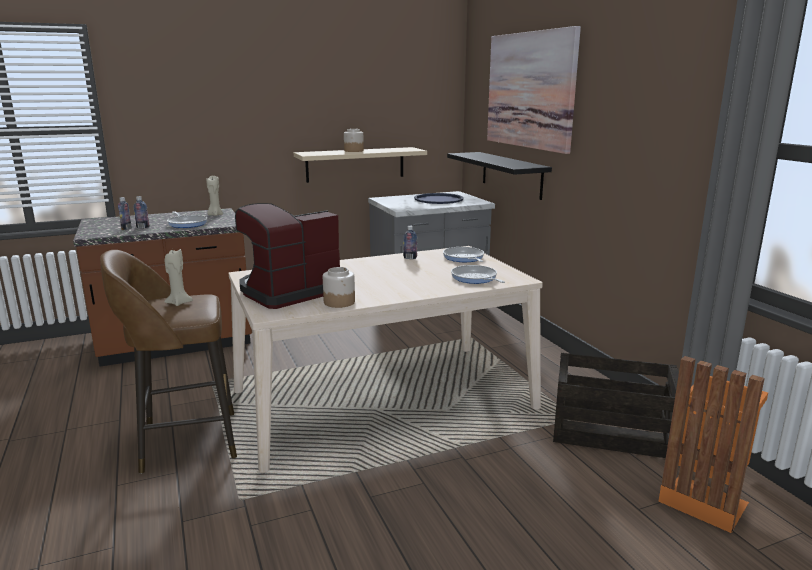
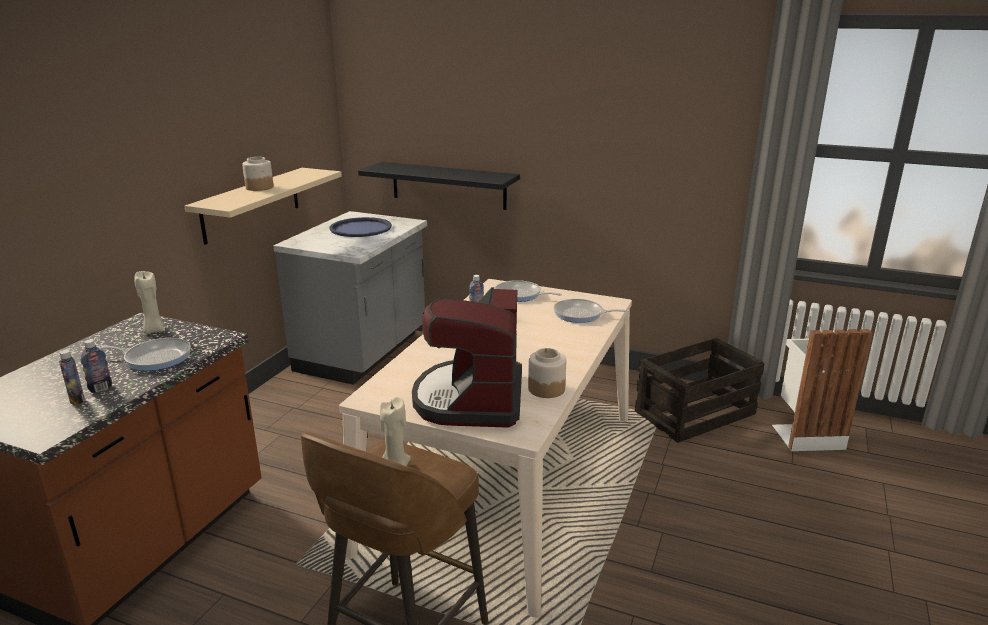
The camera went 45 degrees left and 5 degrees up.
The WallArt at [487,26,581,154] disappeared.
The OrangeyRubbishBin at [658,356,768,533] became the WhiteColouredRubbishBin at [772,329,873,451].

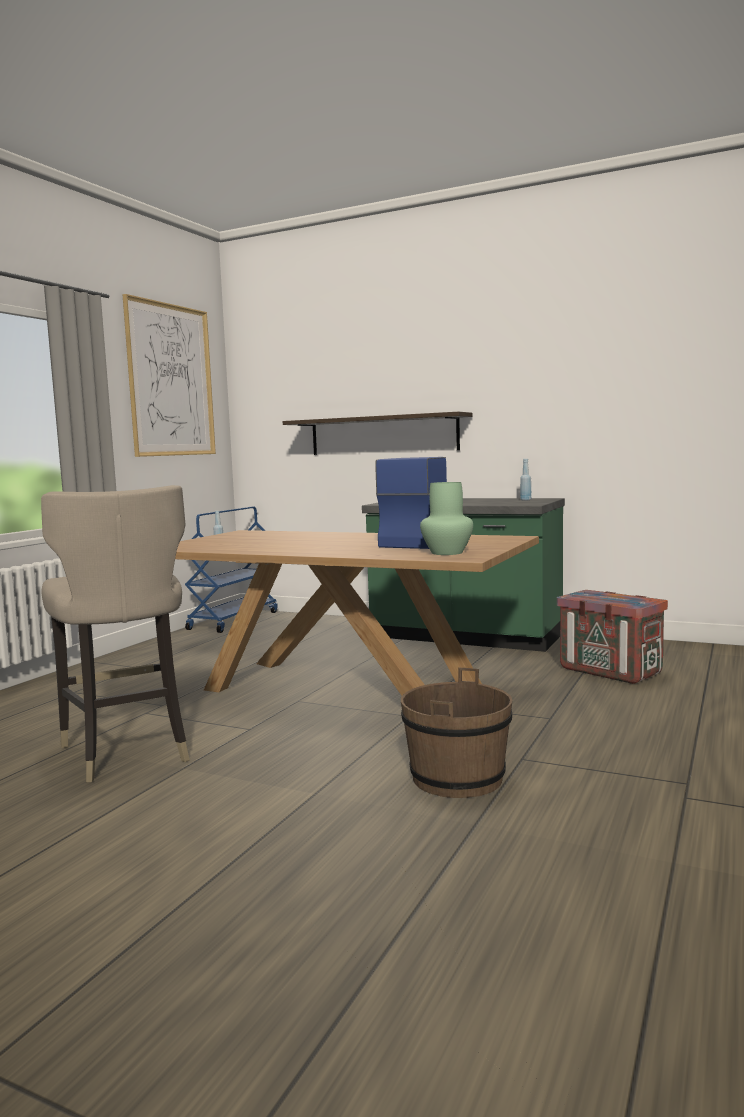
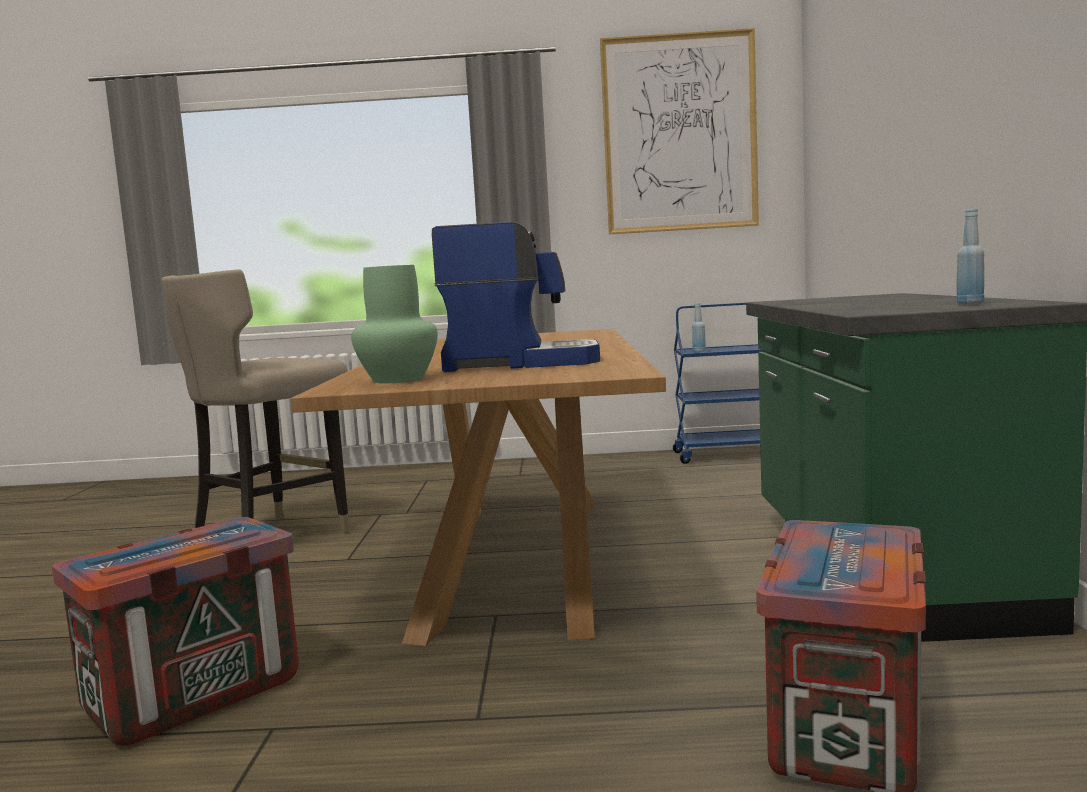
The camera went 65 degrees right and 0 degrees up.
The Shelf at [283,412,472,455] disappeared.
The BrownColouredWaterBucket at [401,668,512,798] was replaced by the Crate at [52,517,299,746].

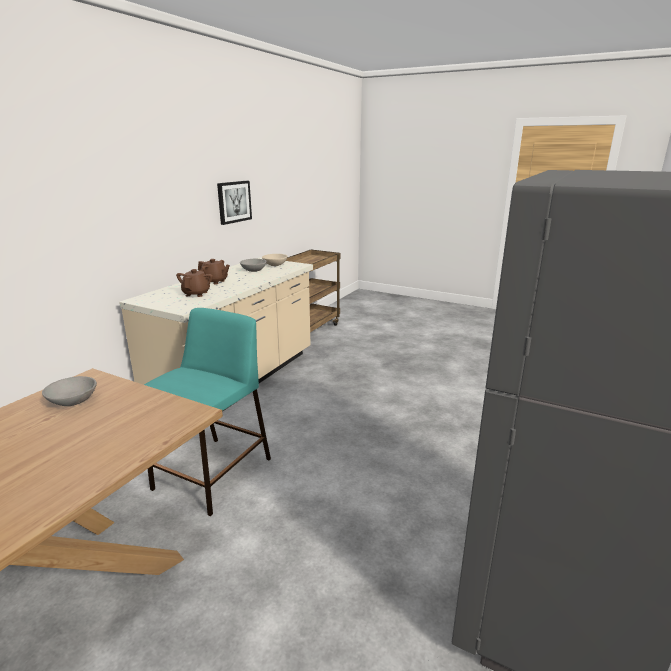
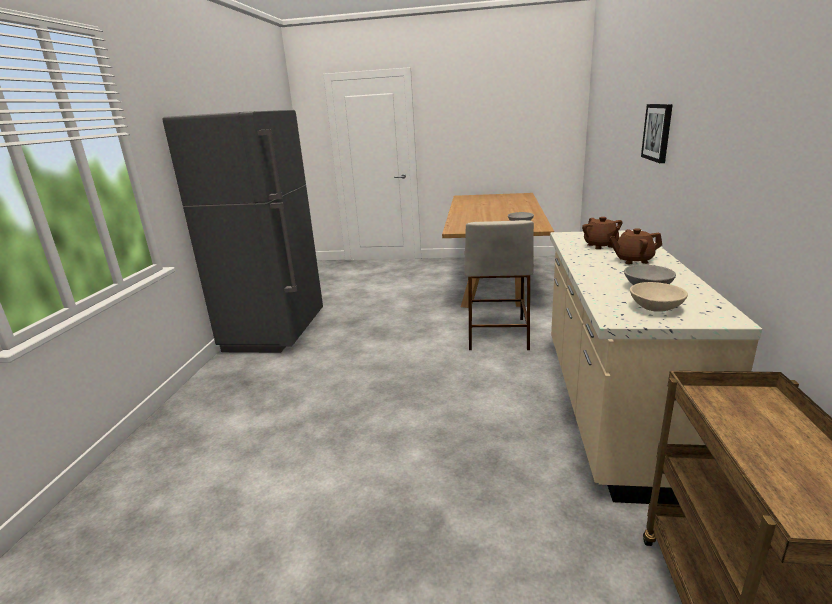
The camera went 160 degrees right and 0 degrees up.
The WallArt moved from [217,181,252,225] to [641,104,673,163].
The TurquoiseColouredStoolSeat at [144,308,271,516] became the SandColouredStoolSeat at [464,220,534,350].

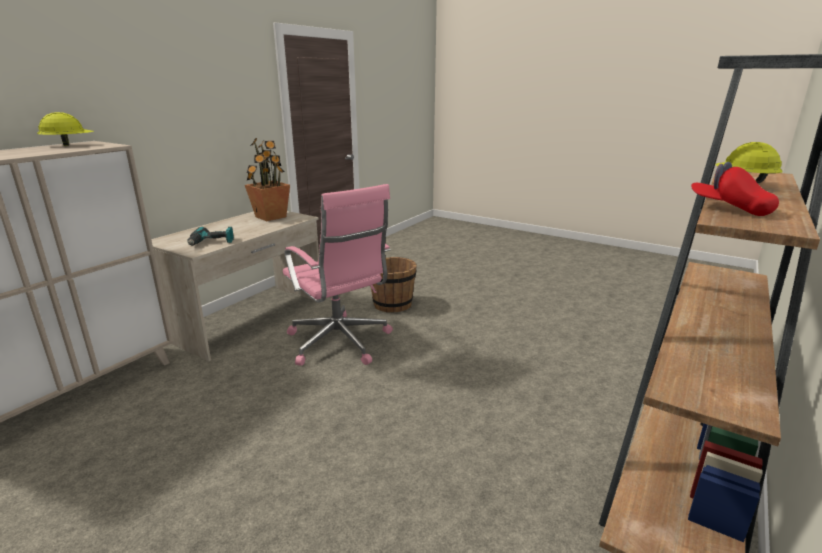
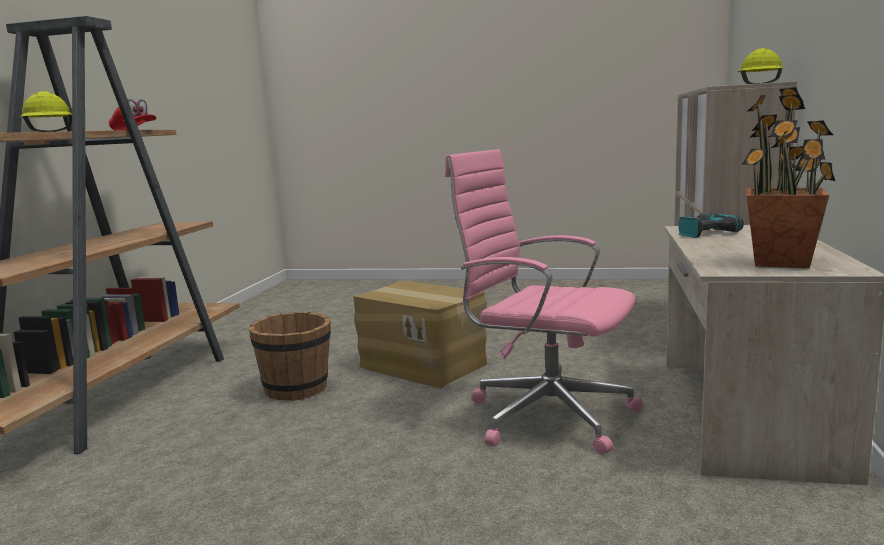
The camera went 160 degrees right and 10 degrees down.
The BrownColouredWaterBucket moved from [370,257,417,313] to [249,312,331,401].
The Carton at [353,281,487,388] appeared.

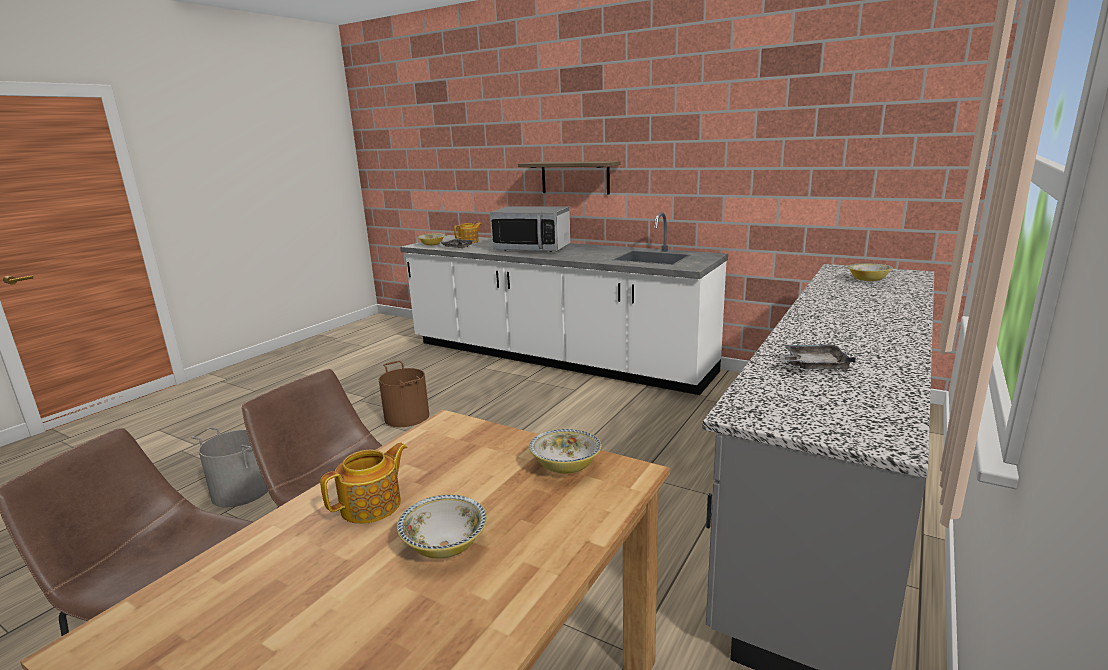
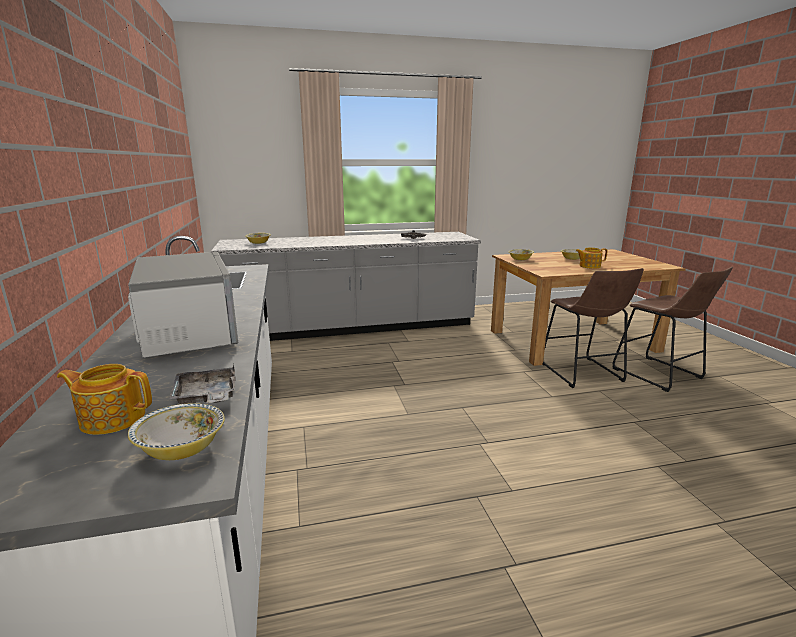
The camera went 135 degrees left and 0 degrees up.
The Shelf at [518,161,620,194] disappeared.
The BrownColouredWaterBucket at [379,361,429,427] disappeared.
The GrayWaterBucket at [191,427,268,507] disappeared.

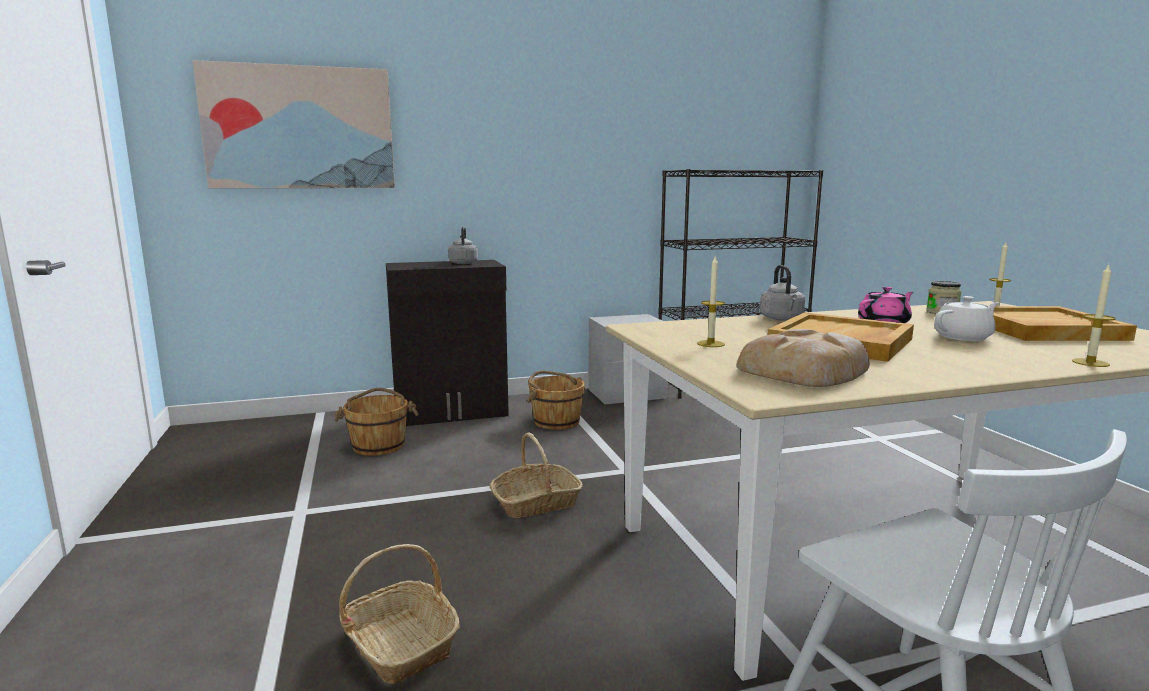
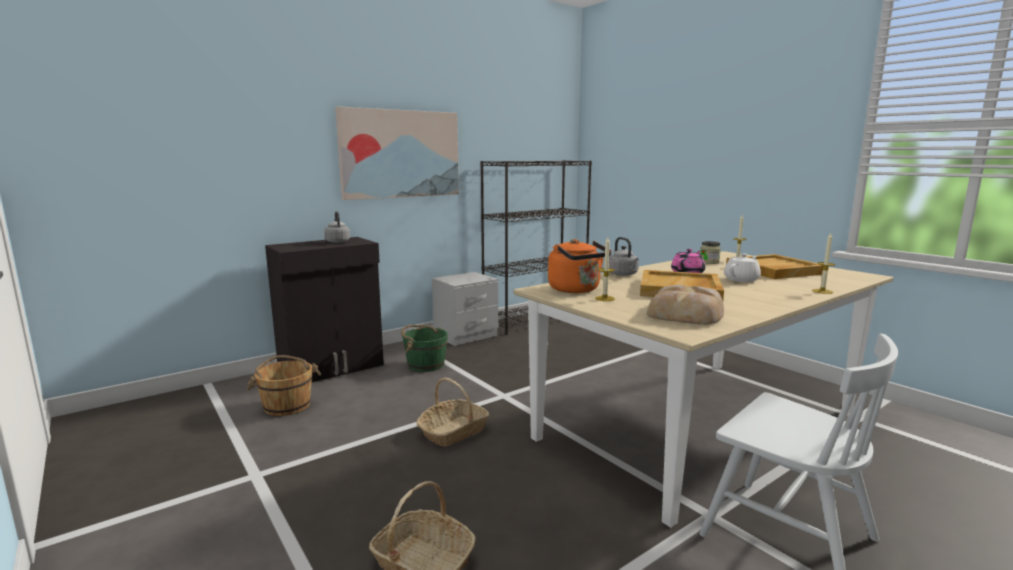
The camera went 20 degrees left and 0 degrees up.
The WallArt moved from [192,60,395,188] to [335,106,459,200].
The BrownColouredWaterBucket at [527,371,586,430] became the GreenWaterBucket at [401,325,448,372].
The OrangeyTeaKettle at [548,239,611,293] appeared.

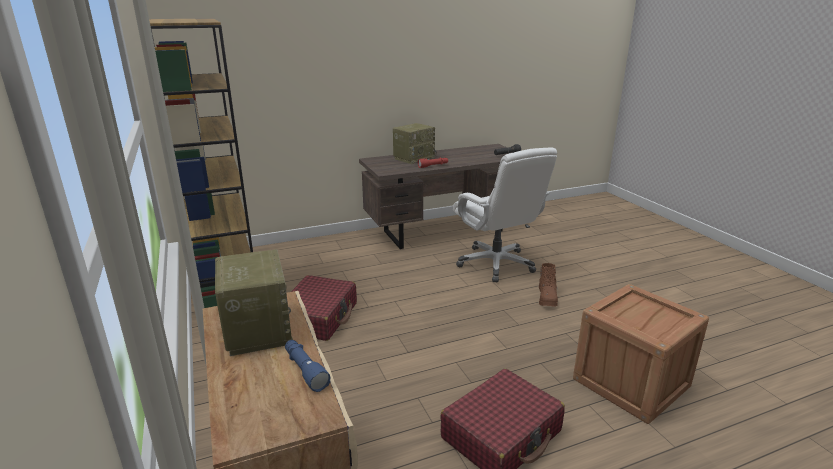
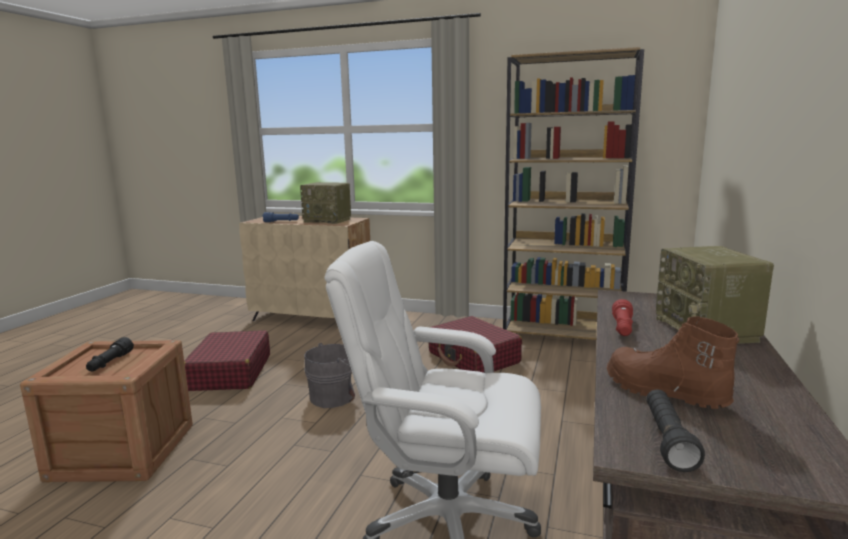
The camera went 130 degrees right and 10 degrees down.
The BrownColouredBoot moved from [539,263,558,307] to [607,316,739,409].
The BlackTorch at [86,337,134,371] appeared.
The GrayWaterBucket at [304,343,355,408] appeared.

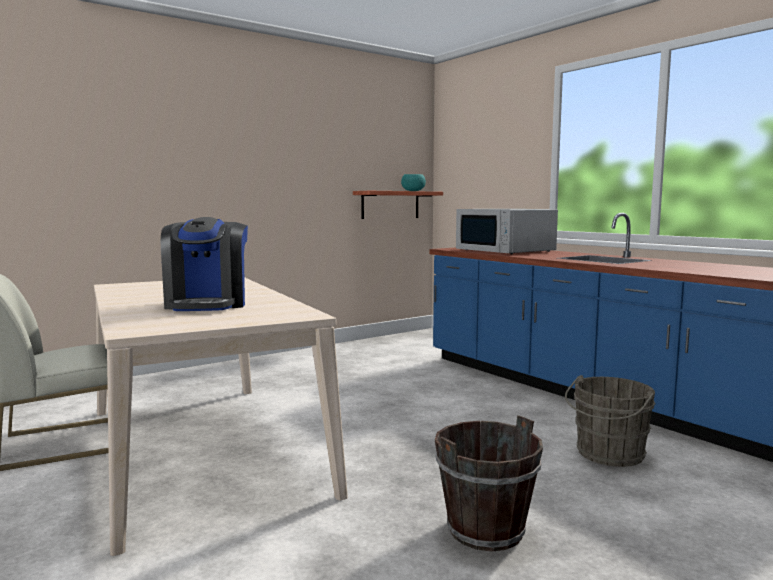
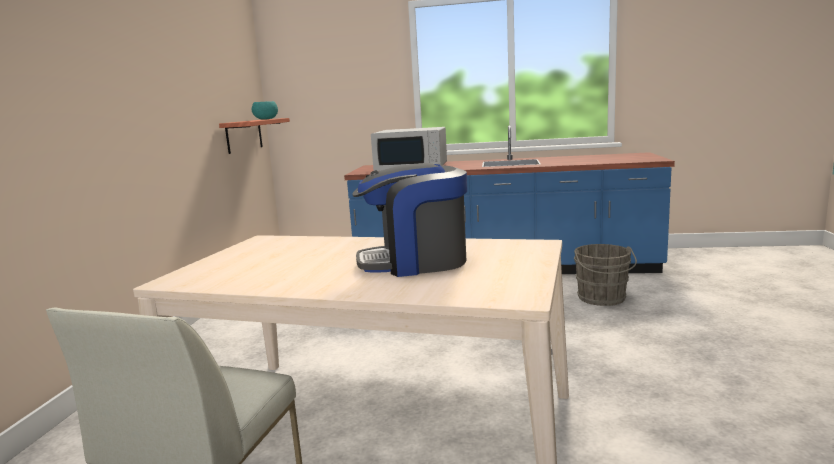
The camera went 45 degrees left and 5 degrees up.
The CoffeeMachine at [161,217,248,311] turned 135 degrees clockwise.
The BrownColouredWaterBucket at [435,415,543,551] disappeared.

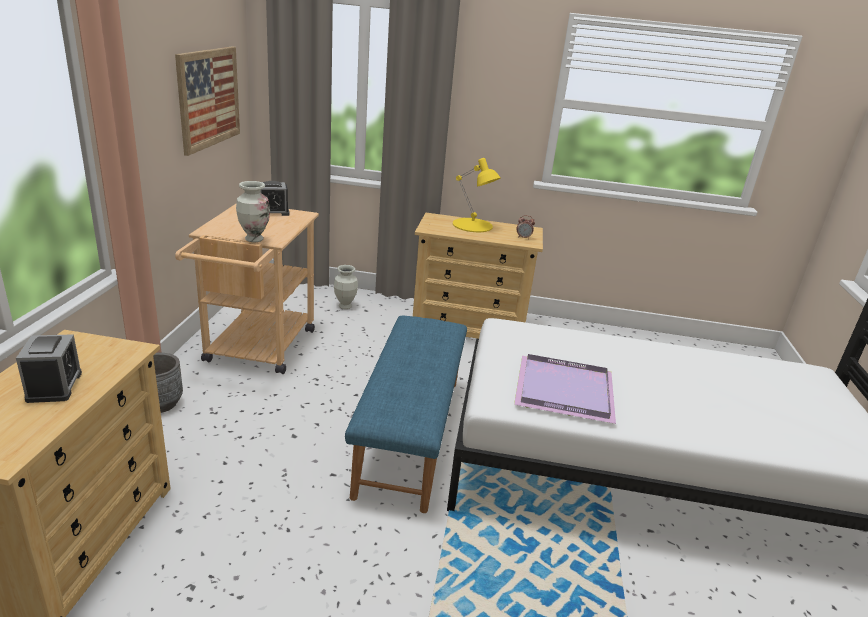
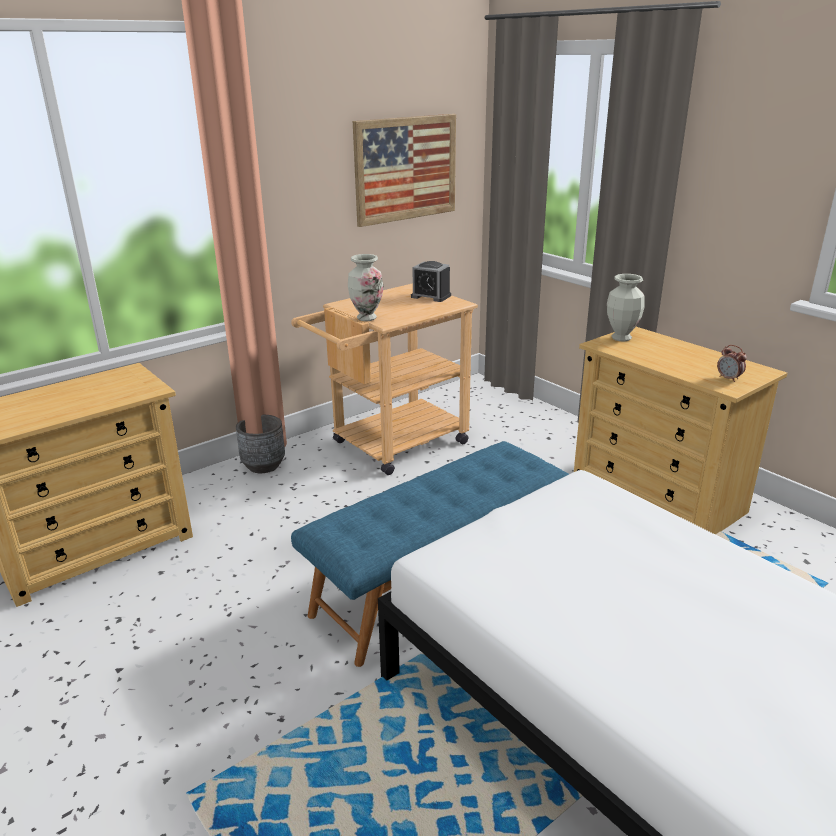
The camera went 45 degrees right and 0 degrees up.
The YellowLampForATable at [453,158,501,232] disappeared.
The Vase moved from [334,265,358,309] to [607,274,645,341].
The TableClock at [16,334,82,403] disappeared.
The PurpleServingTray at [514,354,616,424] disappeared.

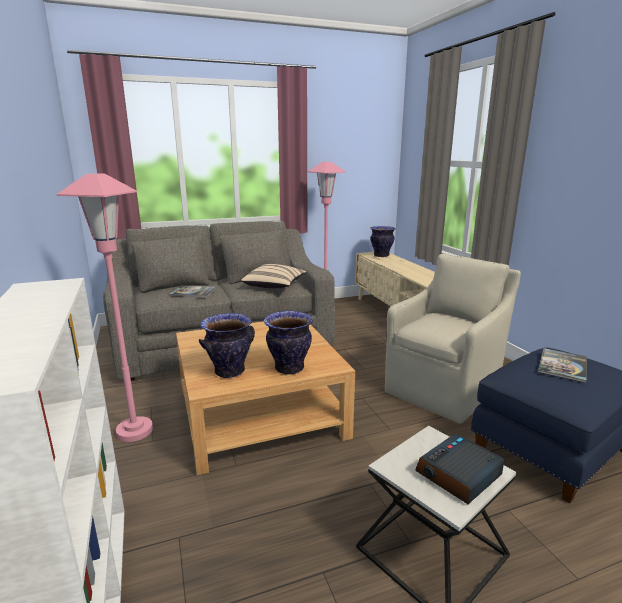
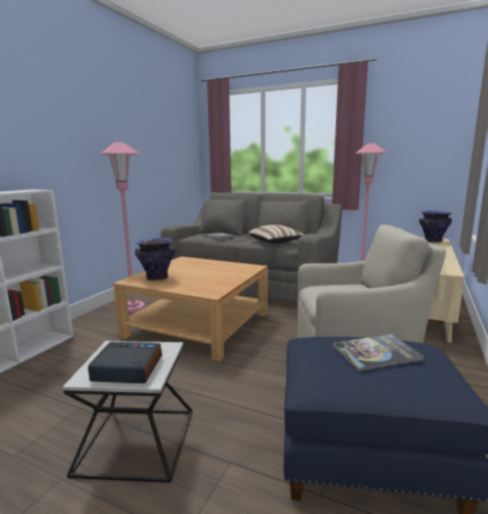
The camera went 45 degrees right and 5 degrees down.
The Vase at [264,311,313,375] disappeared.

